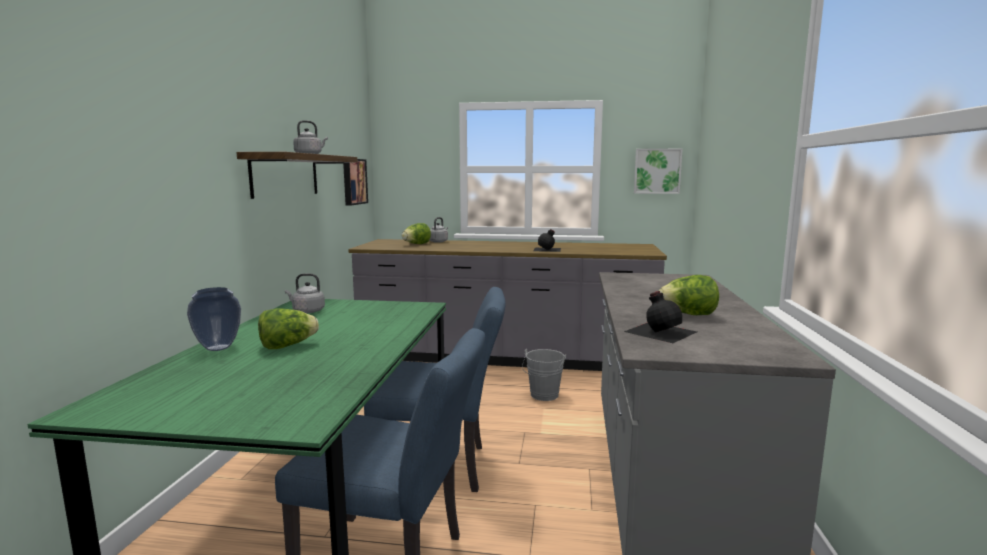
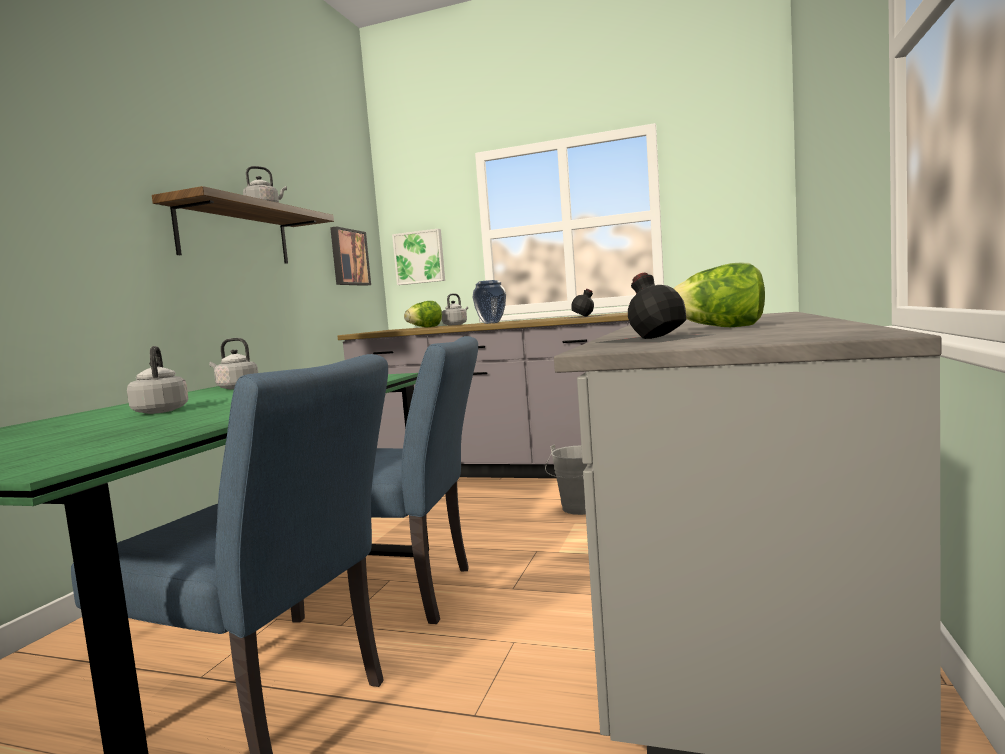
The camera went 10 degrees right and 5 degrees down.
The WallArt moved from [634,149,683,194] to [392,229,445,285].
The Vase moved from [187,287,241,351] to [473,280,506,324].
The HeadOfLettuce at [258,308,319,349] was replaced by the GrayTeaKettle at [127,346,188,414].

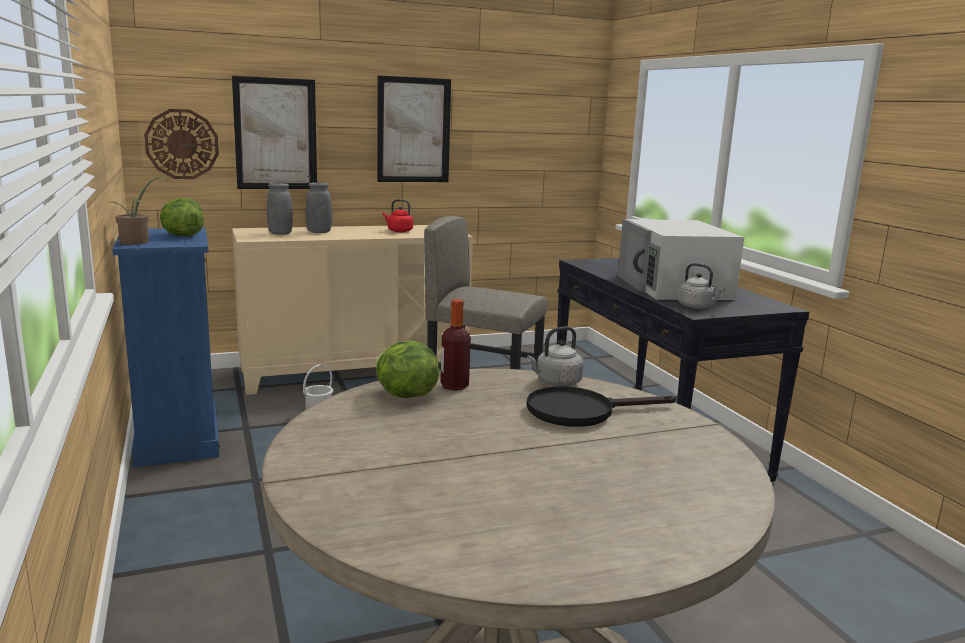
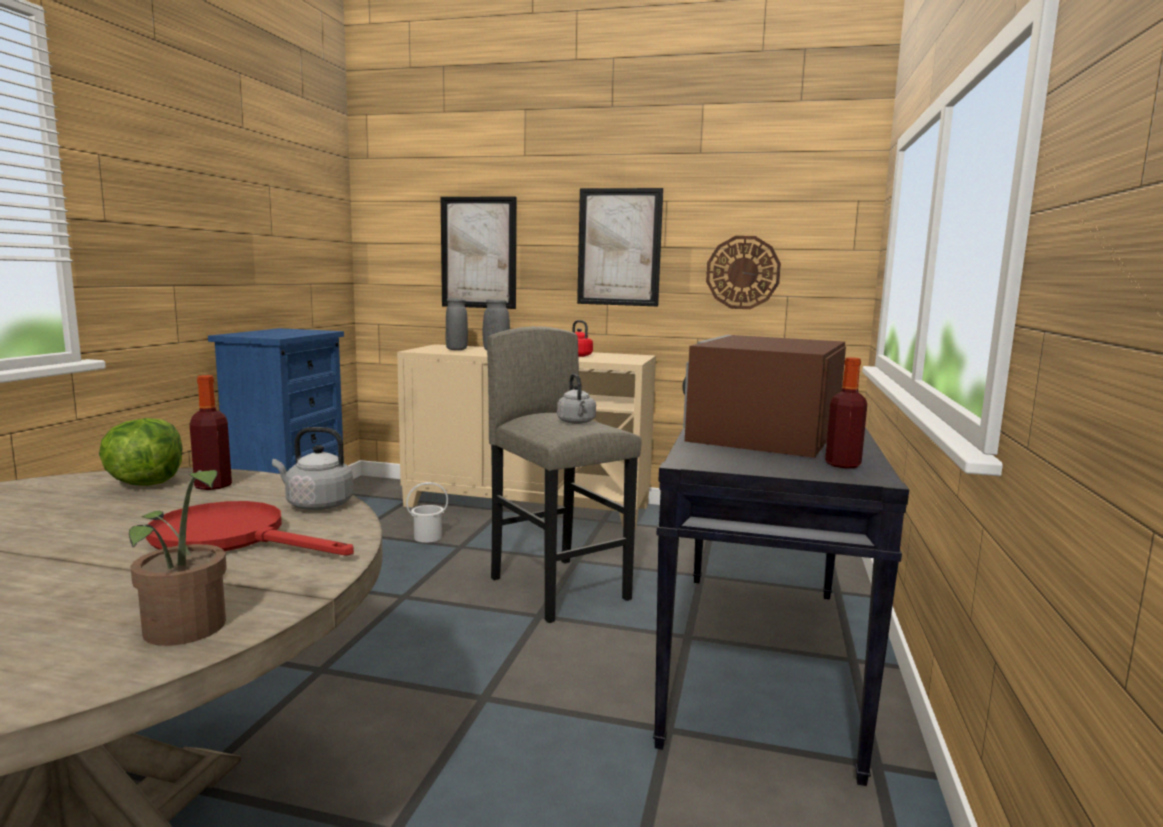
The camera went 35 degrees right and 5 degrees down.
The WallClock moved from [144,109,219,179] to [706,236,781,309].
The PlantInAPot moved from [107,177,168,245] to [129,470,227,646].
The HeadOfLettuce at [160,198,204,236] disappeared.
The WhiteColouredMicrowave at [618,219,744,300] became the BrownColouredMicrowave at [683,335,846,458].
The GrayTeaKettle moved from [678,263,725,309] to [557,374,596,424].
The BlackFryingPan at [526,386,676,427] became the ReddishFryingPan at [146,501,354,556].
The Bottle at [825,357,867,468] appeared.

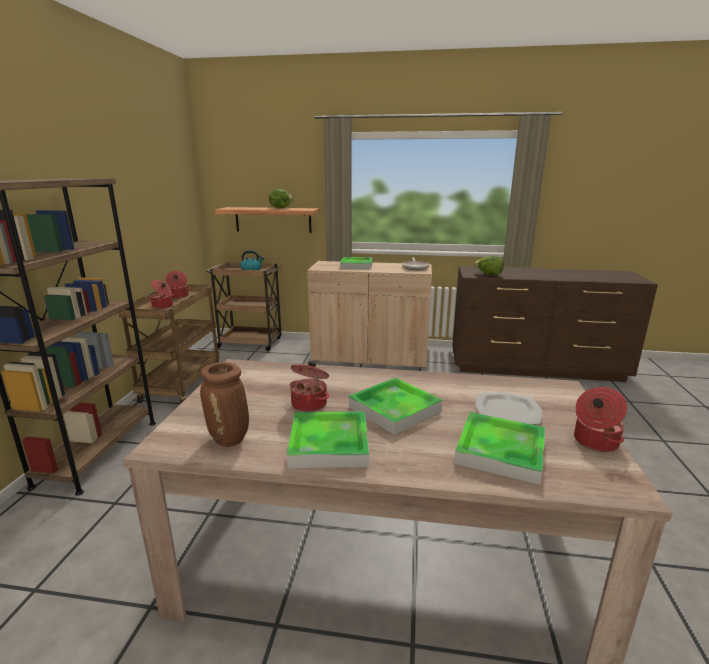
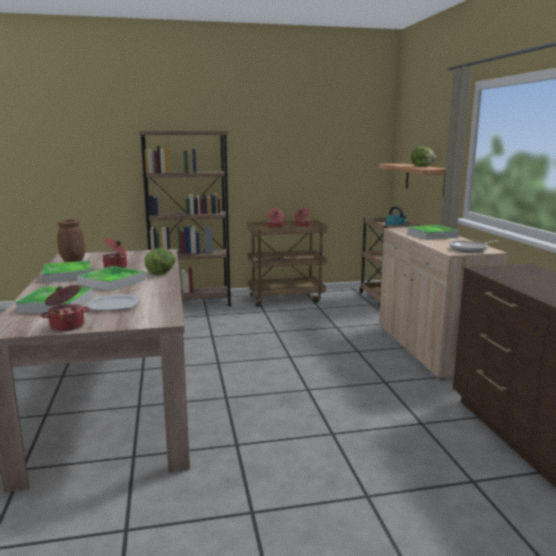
The camera went 70 degrees right and 5 degrees down.
The HeadOfLettuce moved from [474,255,504,276] to [144,248,175,275].

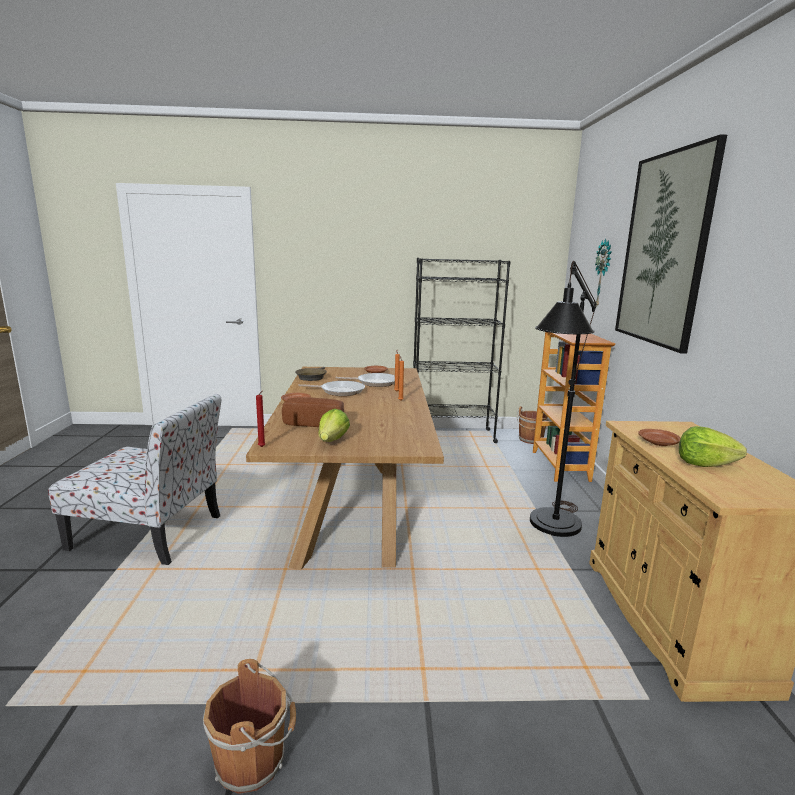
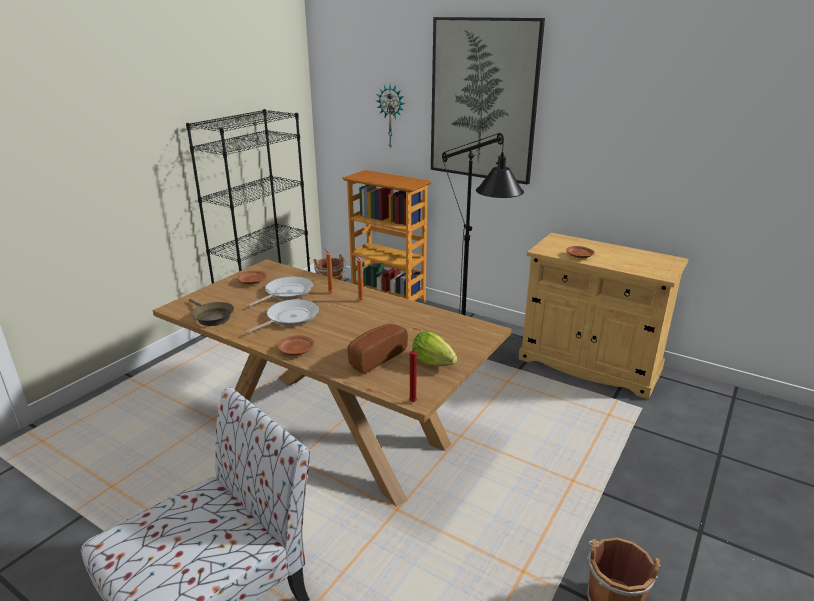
The camera went 55 degrees left and 10 degrees up.
The HeadOfLettuce at [679,426,747,467] disappeared.

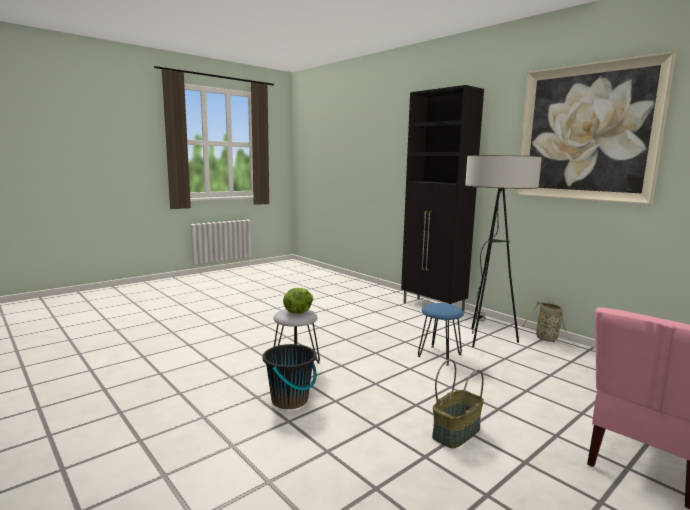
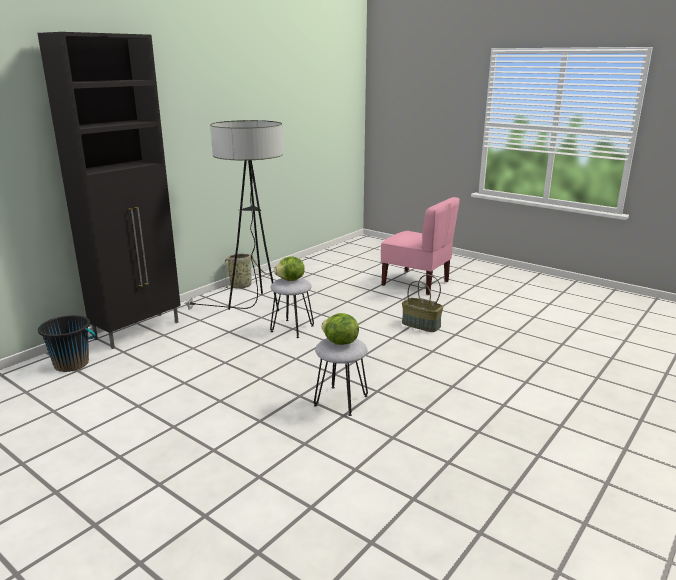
The camera went 100 degrees left and 10 degrees up.
The WallArt at [516,51,676,205] disappeared.
The BluishStoolSeat at [418,303,464,366] became the GrayStoolSeat at [270,278,314,338].
The BlackWaterBucket moved from [262,344,317,409] to [38,315,95,372].
The HeadOfLettuce at [274,256,305,281] appeared.

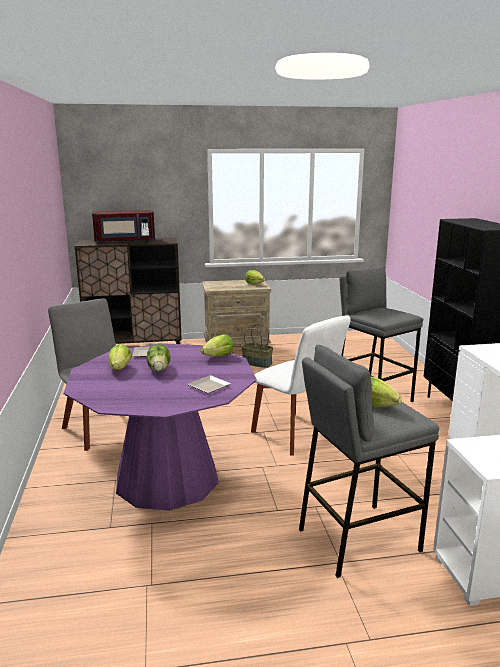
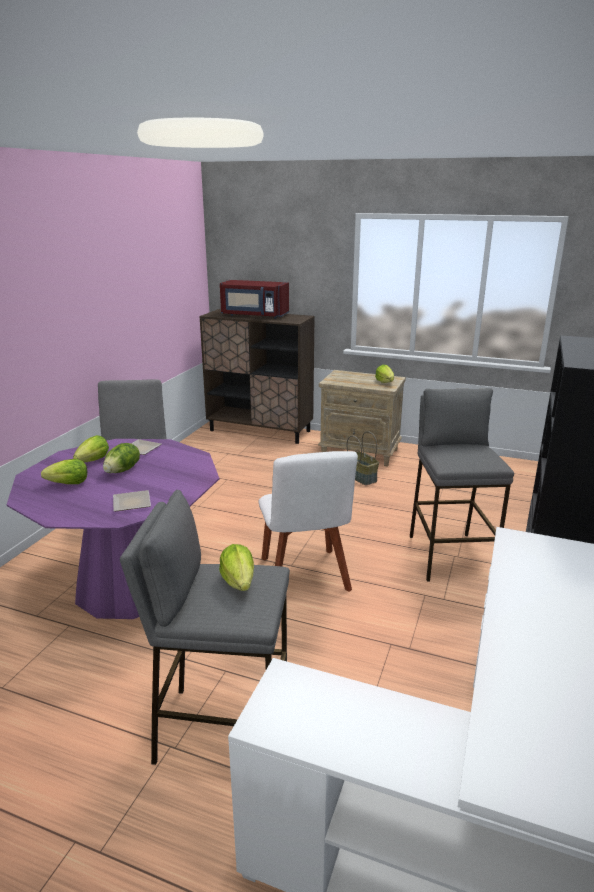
The camera went 30 degrees right and 5 degrees up.
The HeadOfLettuce moved from [201,334,234,356] to [41,459,87,484].

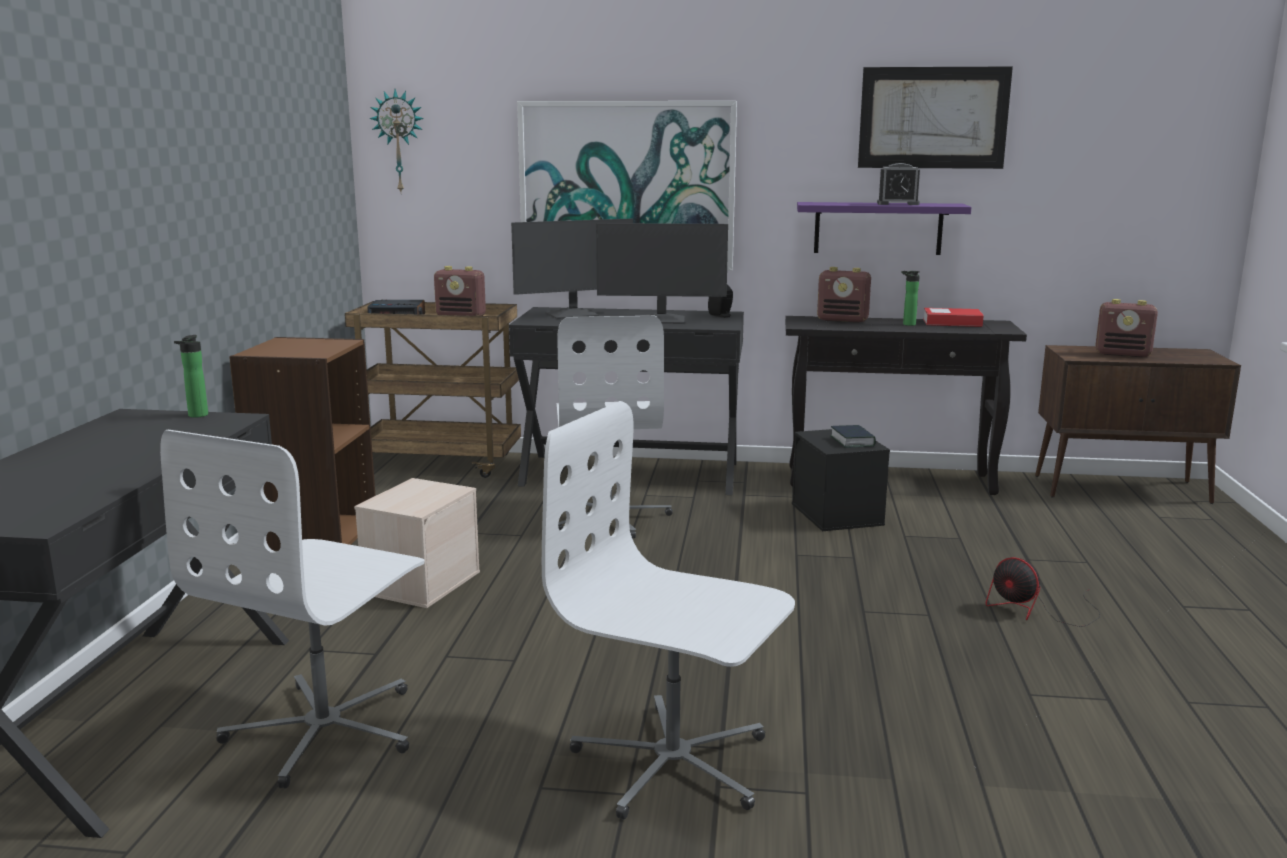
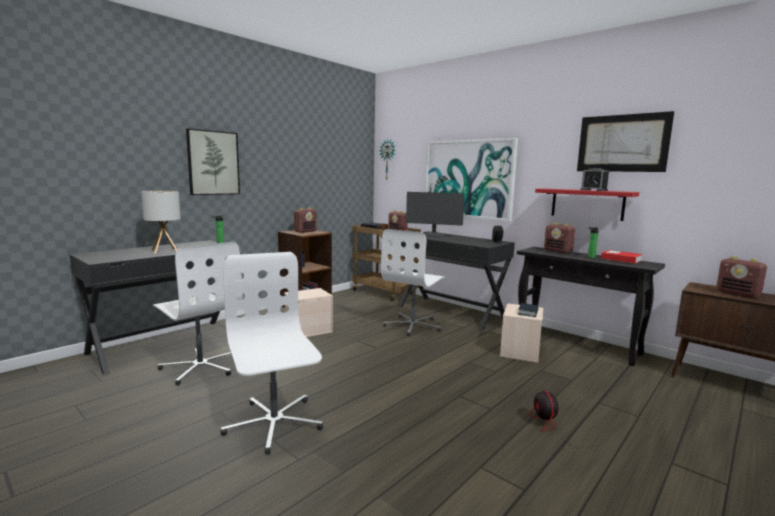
The camera went 35 degrees right and 5 degrees down.
The PurpleShelf at [797,202,971,255] became the ReddishShelf at [535,189,639,221].
The Monitor at [596,223,728,324] disappeared.
The BlackStorageContainer at [792,429,890,531] became the SandColouredStorageContainer at [500,304,543,363].
The WhiteColouredOfficeChair at [160,430,424,789] turned 105 degrees counterclockwise.
The WallArt at [186,128,240,195] appeared.
The LampForATable at [141,191,181,254] appeared.
The RadioSet at [294,207,317,233] appeared.

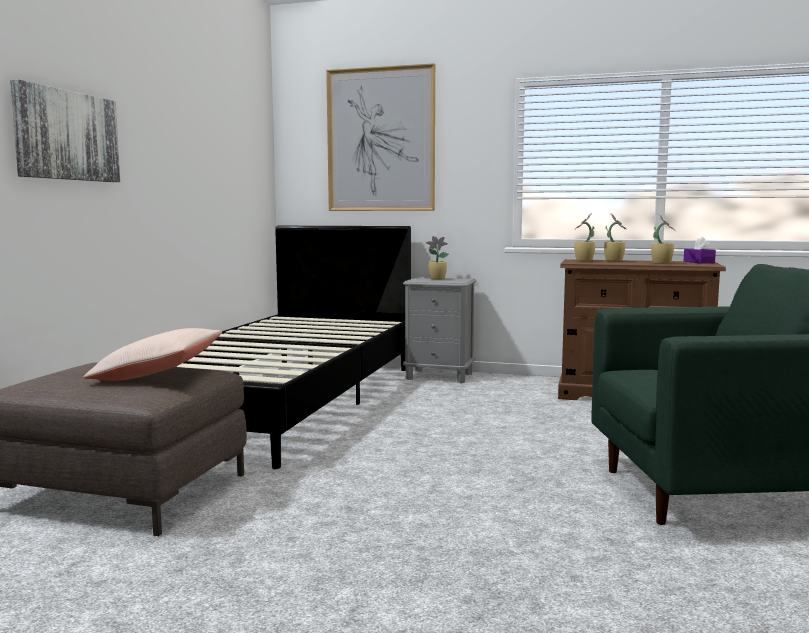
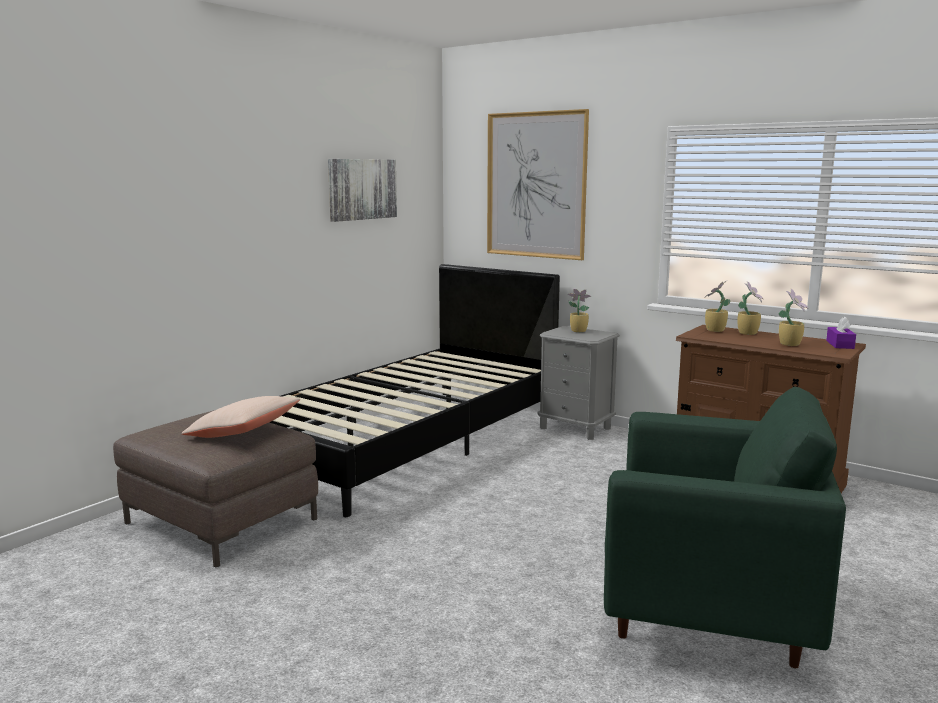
The camera went 20 degrees right and 5 degrees up.
The WallArt moved from [10,79,121,182] to [328,159,397,222].

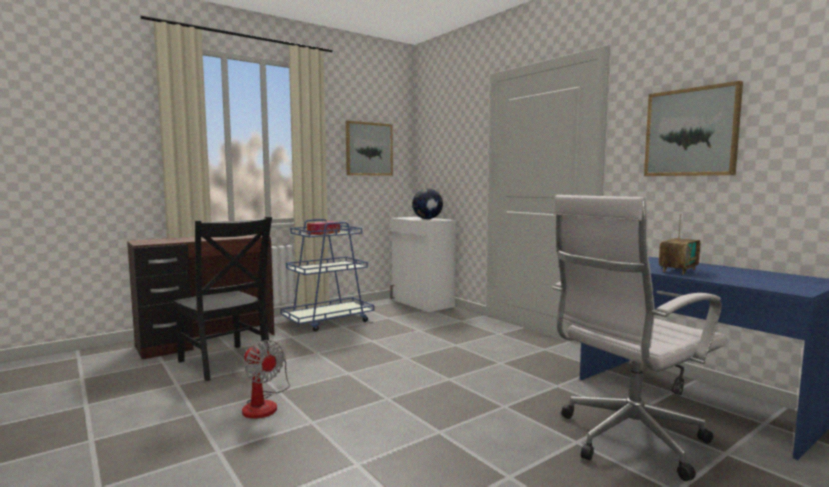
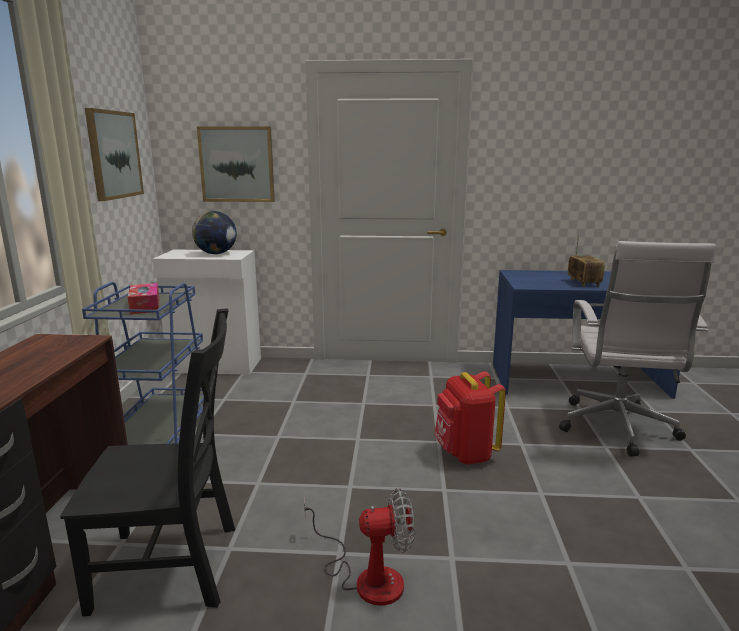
The camera went 50 degrees left and 10 degrees up.
The WallArt moved from [644,81,743,176] to [197,126,275,202].
The ReddishBackpack at [434,371,506,465] appeared.

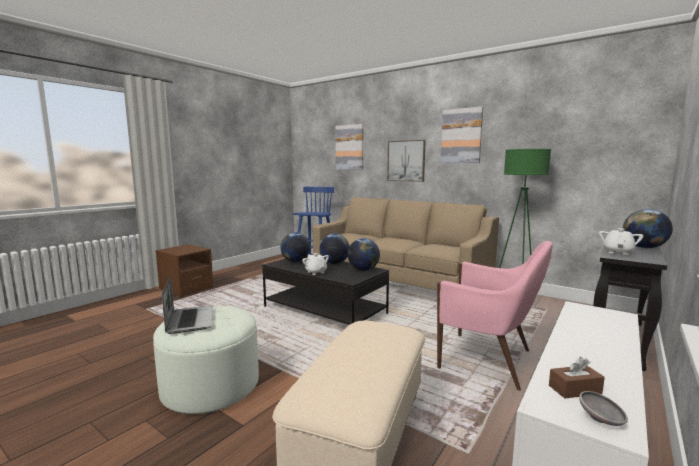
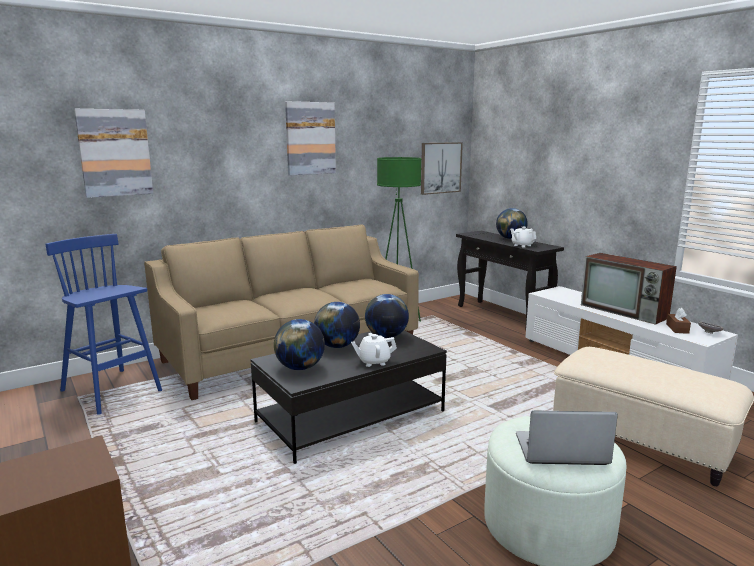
The camera went 70 degrees left and 5 degrees up.
The WallArt moved from [387,140,426,182] to [421,142,463,195].
The PinkLoungeChair at [437,241,552,391] disappeared.
The Television at [581,253,677,325] appeared.

